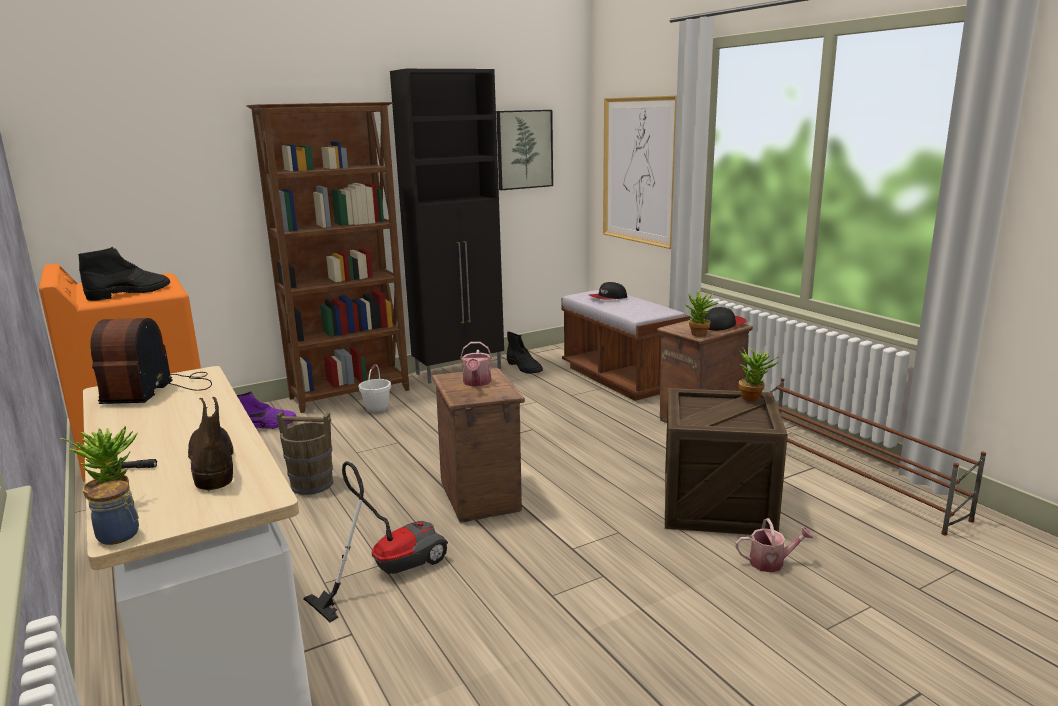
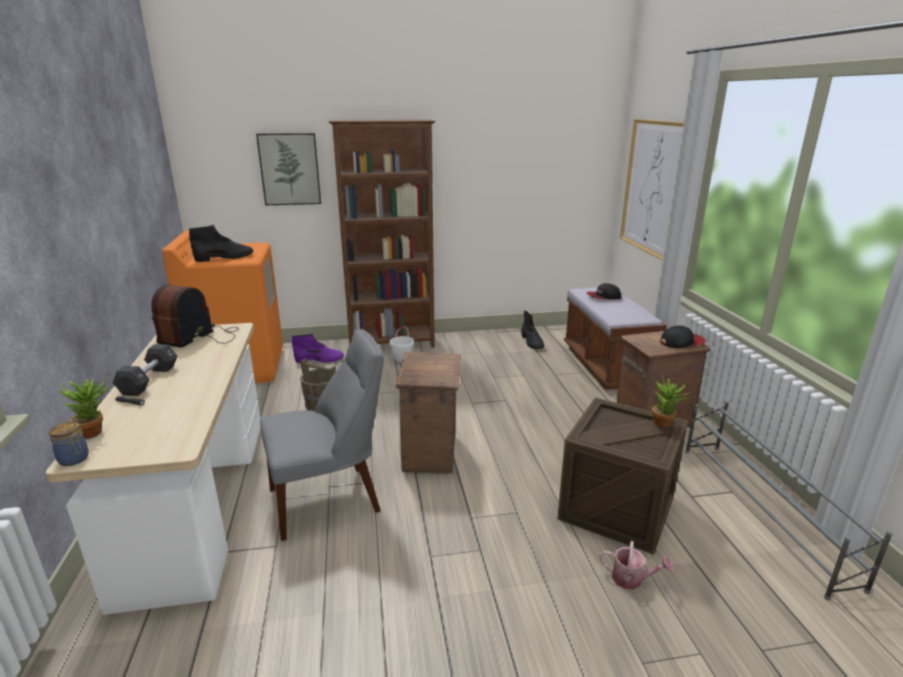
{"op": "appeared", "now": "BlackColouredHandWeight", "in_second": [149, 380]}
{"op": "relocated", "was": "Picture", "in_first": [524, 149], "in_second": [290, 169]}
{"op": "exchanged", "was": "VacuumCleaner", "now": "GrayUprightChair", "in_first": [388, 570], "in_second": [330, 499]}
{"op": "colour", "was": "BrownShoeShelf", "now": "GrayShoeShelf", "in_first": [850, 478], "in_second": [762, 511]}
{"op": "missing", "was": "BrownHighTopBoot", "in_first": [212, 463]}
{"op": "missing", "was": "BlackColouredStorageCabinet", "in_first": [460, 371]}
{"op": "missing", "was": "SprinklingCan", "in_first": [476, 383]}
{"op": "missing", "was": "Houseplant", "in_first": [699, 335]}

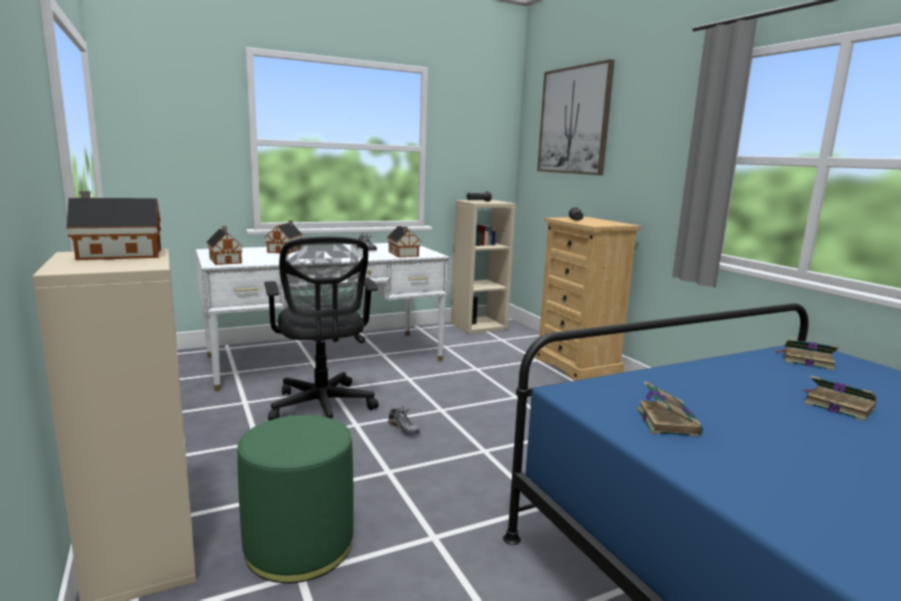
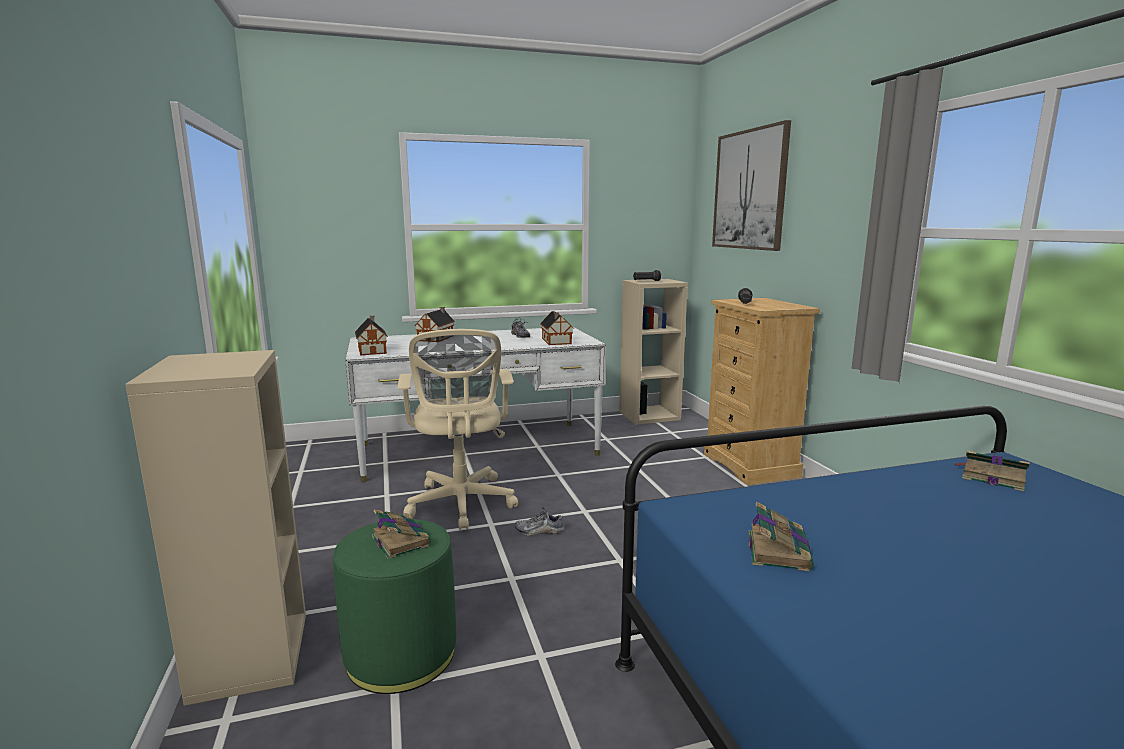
{"op": "relocated", "was": "Book", "in_first": [837, 405], "in_second": [400, 540]}
{"op": "colour", "was": "BlackColouredComputerChair", "now": "BeigeColouredComputerChair", "in_first": [322, 408], "in_second": [461, 505]}
{"op": "spun", "was": "LowShoe", "in_first": [403, 428], "in_second": [539, 531], "clockwise": 120}
{"op": "missing", "was": "ModelHouse", "in_first": [116, 254]}

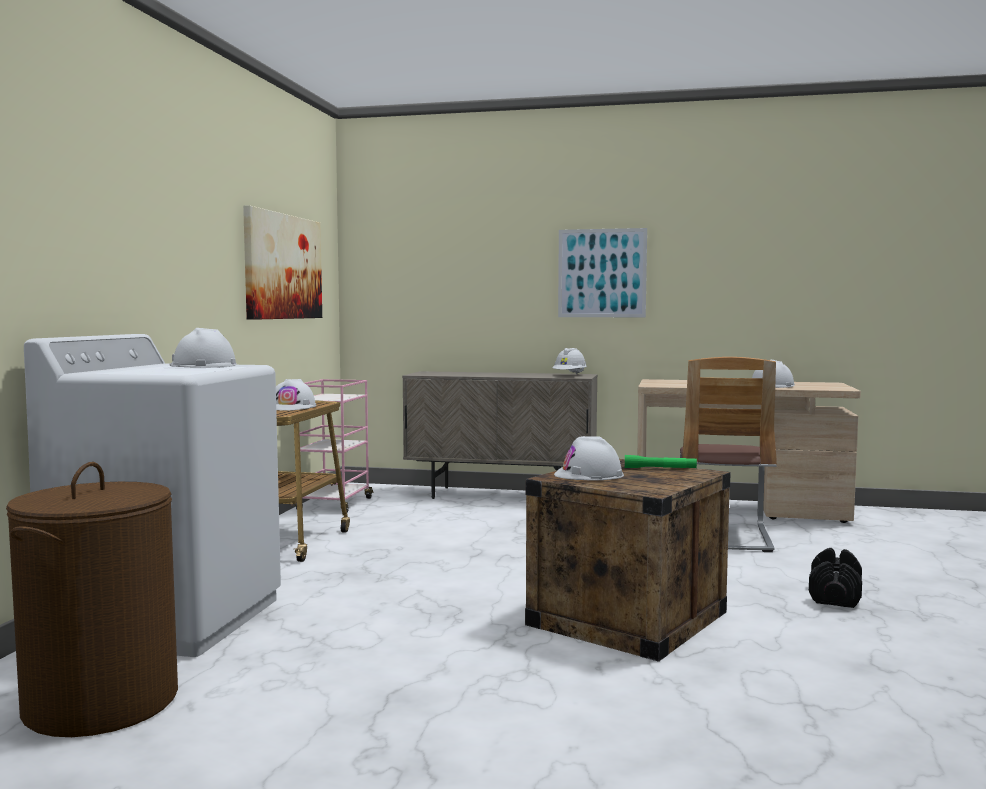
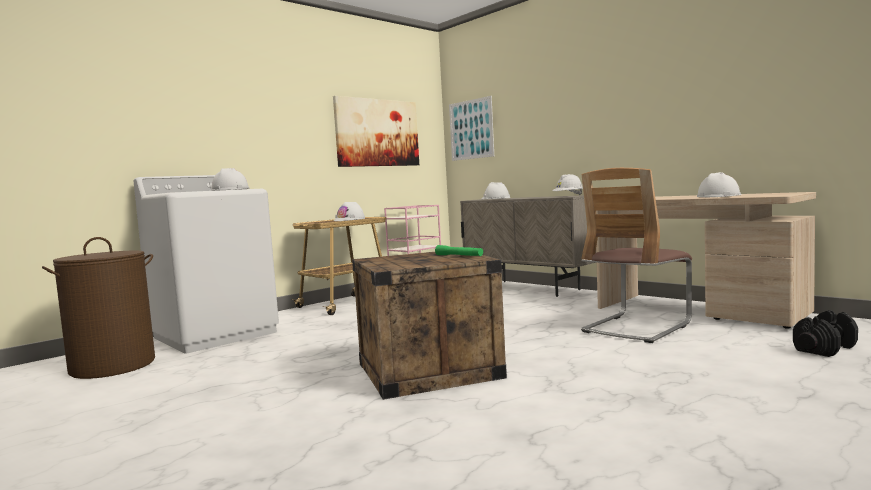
{"op": "relocated", "was": "Picture", "in_first": [602, 273], "in_second": [471, 129]}
{"op": "relocated", "was": "WhitishHardHat", "in_first": [589, 475], "in_second": [495, 198]}
{"op": "relocated", "was": "BlackColouredHandWeight", "in_first": [834, 595], "in_second": [824, 348]}

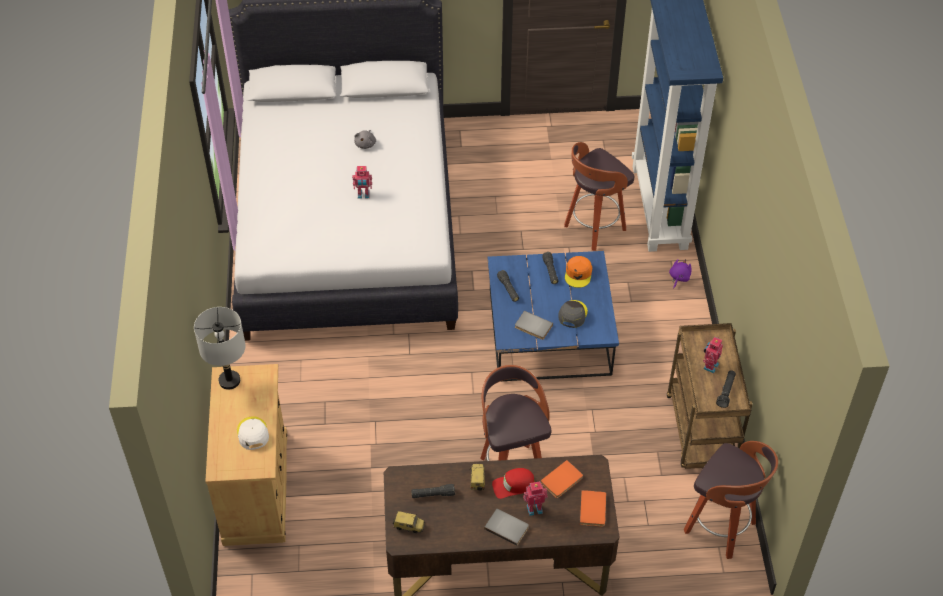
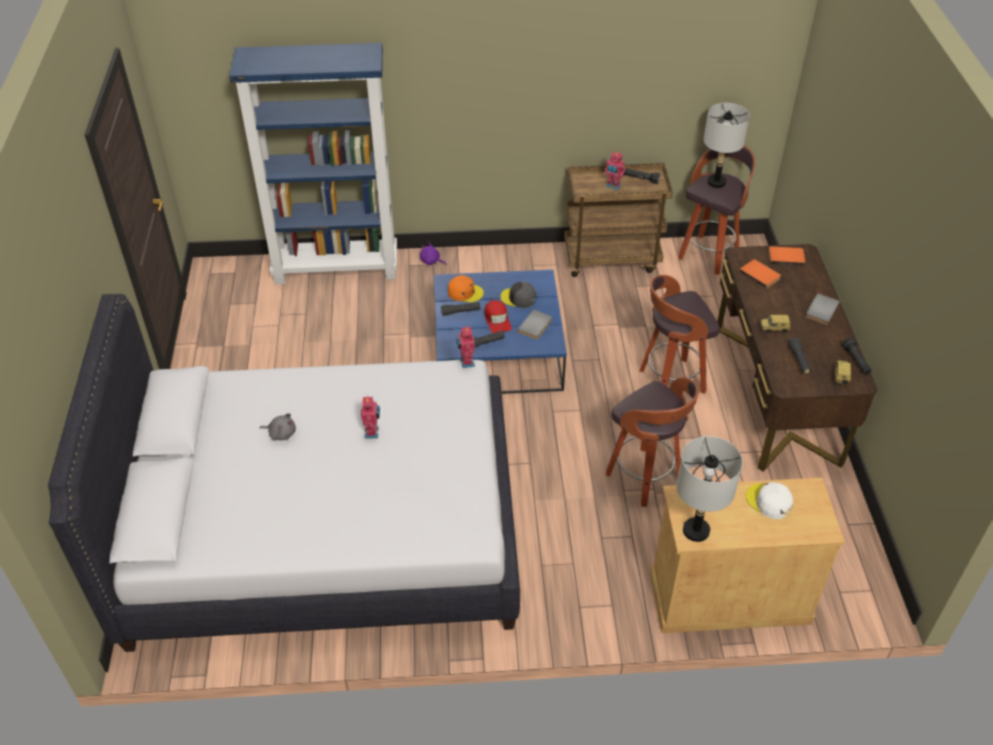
{"op": "relocated", "was": "ToyRobot", "in_first": [534, 508], "in_second": [466, 362]}
{"op": "relocated", "was": "RedCap", "in_first": [513, 485], "in_second": [497, 319]}
{"op": "relocated", "was": "SittingStool", "in_first": [593, 229], "in_second": [645, 478]}
{"op": "appeared", "now": "GrayTabletopLamp", "in_second": [716, 182]}
{"op": "spun", "was": "WhitishCap", "in_first": [252, 434], "in_second": [769, 502], "clockwise": 60}
{"op": "appeared", "now": "BlackColouredTorch", "in_second": [856, 361]}

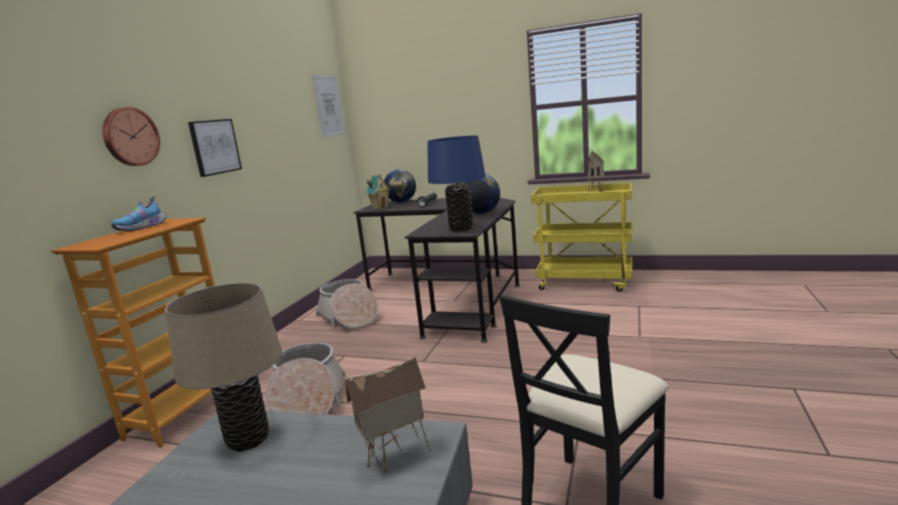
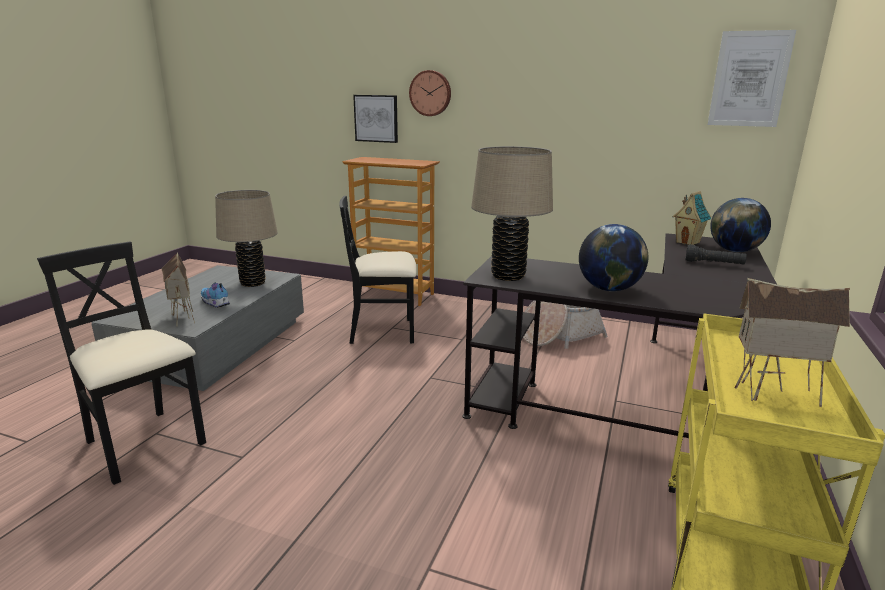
{"op": "relocated", "was": "LowShoe", "in_first": [142, 228], "in_second": [215, 303]}
{"op": "exchanged", "was": "StorageBasket", "now": "BlackColouredUprightChair", "in_first": [308, 401], "in_second": [383, 331]}
{"op": "relocated", "was": "Picture", "in_first": [214, 147], "in_second": [376, 118]}
{"op": "colour", "was": "BlueColouredTabletopLamp", "now": "BeigeColouredTabletopLamp", "in_first": [461, 228], "in_second": [508, 276]}

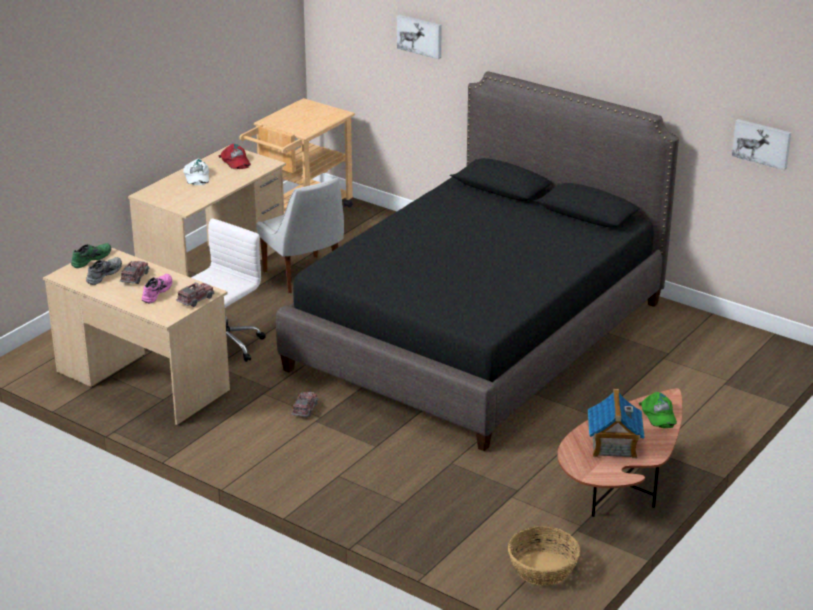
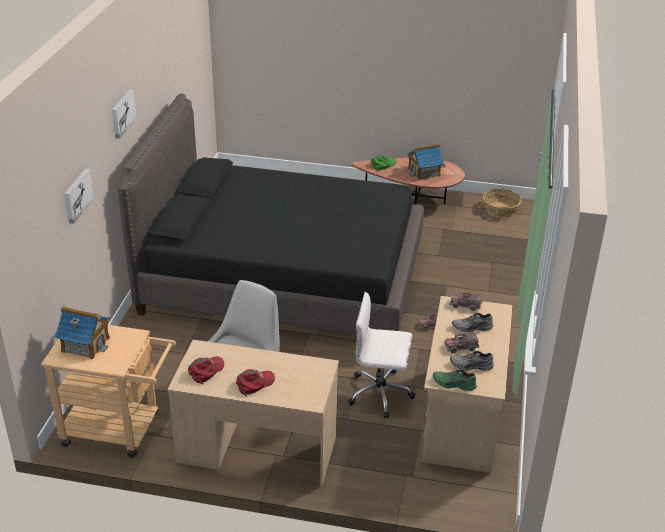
{"op": "appeared", "now": "ModelHouse", "in_second": [85, 344]}
{"op": "relocated", "was": "Picture", "in_first": [762, 143], "in_second": [122, 113]}
{"op": "colour", "was": "WhitishCap", "now": "RedCap", "in_first": [196, 177], "in_second": [255, 383]}
{"op": "colour", "was": "PinkColouredLowShoe", "now": "GrayLowShoe", "in_first": [156, 292], "in_second": [472, 328]}

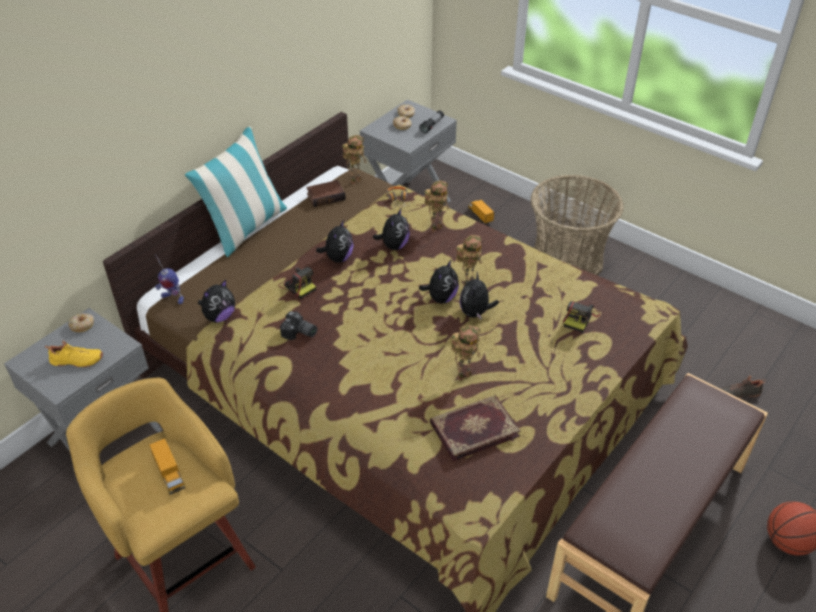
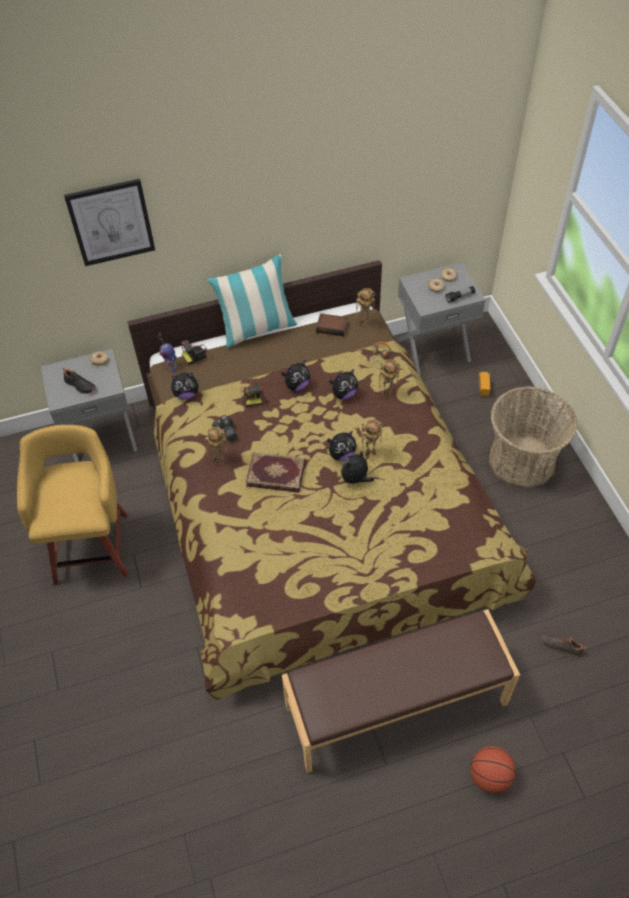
{"op": "colour", "was": "YellowLowShoe", "now": "BlackColouredLowShoe", "in_first": [77, 361], "in_second": [79, 386]}
{"op": "appeared", "now": "Picture", "in_second": [111, 222]}
{"op": "relocated", "was": "StillCamera", "in_first": [579, 318], "in_second": [198, 355]}
{"op": "relocated", "was": "ToyRobot", "in_first": [464, 375], "in_second": [219, 459]}
{"op": "relocated", "was": "Book", "in_first": [473, 428], "in_second": [276, 472]}
{"op": "missing", "was": "ToyTruck", "in_first": [169, 474]}

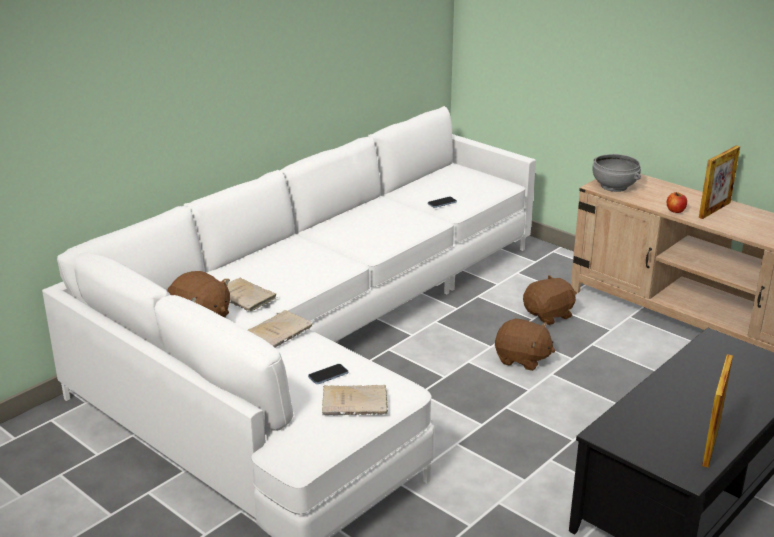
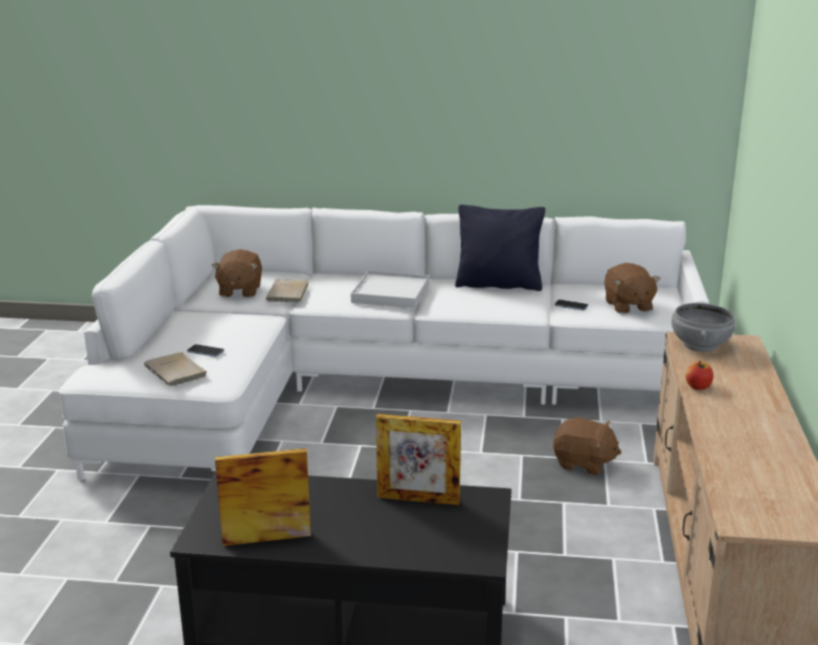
{"op": "appeared", "now": "WhitishServingTray", "in_second": [391, 293]}
{"op": "relocated", "was": "StandingFrame", "in_first": [714, 210], "in_second": [418, 499]}
{"op": "appeared", "now": "BlackColouredThrowPillow", "in_second": [498, 285]}
{"op": "relocated", "was": "BrownPlushToy", "in_first": [522, 359], "in_second": [628, 306]}
{"op": "missing", "was": "BeigeColouredBook", "in_first": [280, 331]}

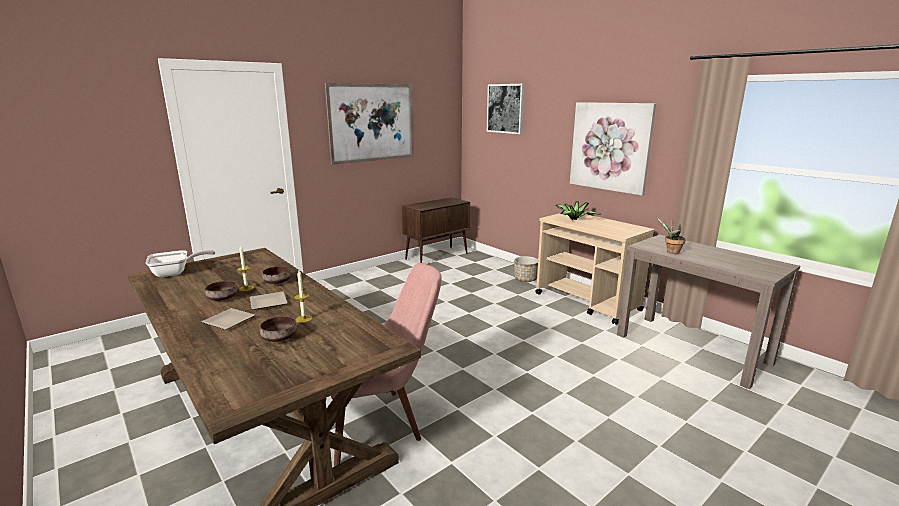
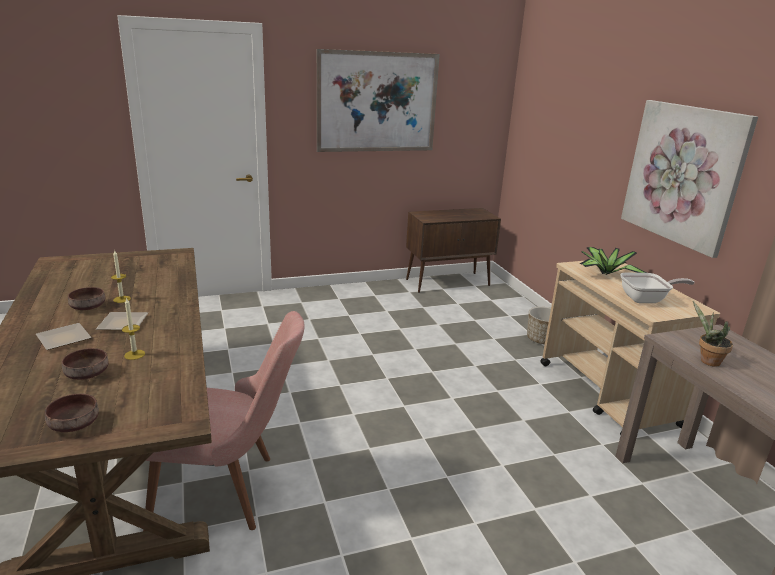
{"op": "relocated", "was": "BrownBowl", "in_first": [278, 282], "in_second": [76, 423]}
{"op": "relocated", "was": "Pan", "in_first": [175, 273], "in_second": [647, 299]}
{"op": "missing", "was": "Picture", "in_first": [505, 108]}

